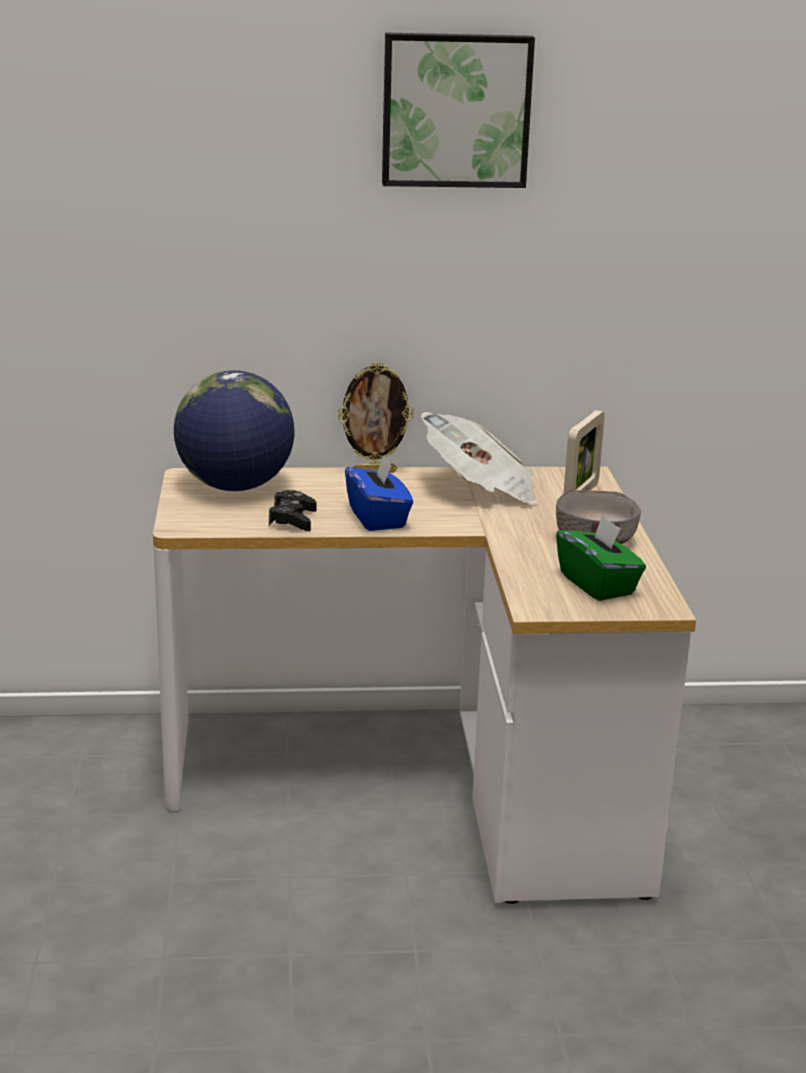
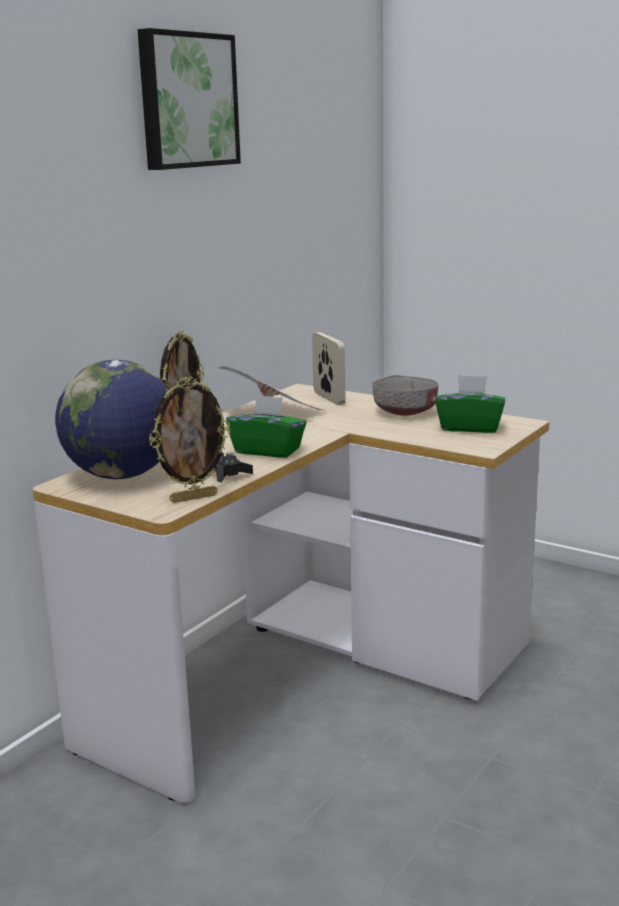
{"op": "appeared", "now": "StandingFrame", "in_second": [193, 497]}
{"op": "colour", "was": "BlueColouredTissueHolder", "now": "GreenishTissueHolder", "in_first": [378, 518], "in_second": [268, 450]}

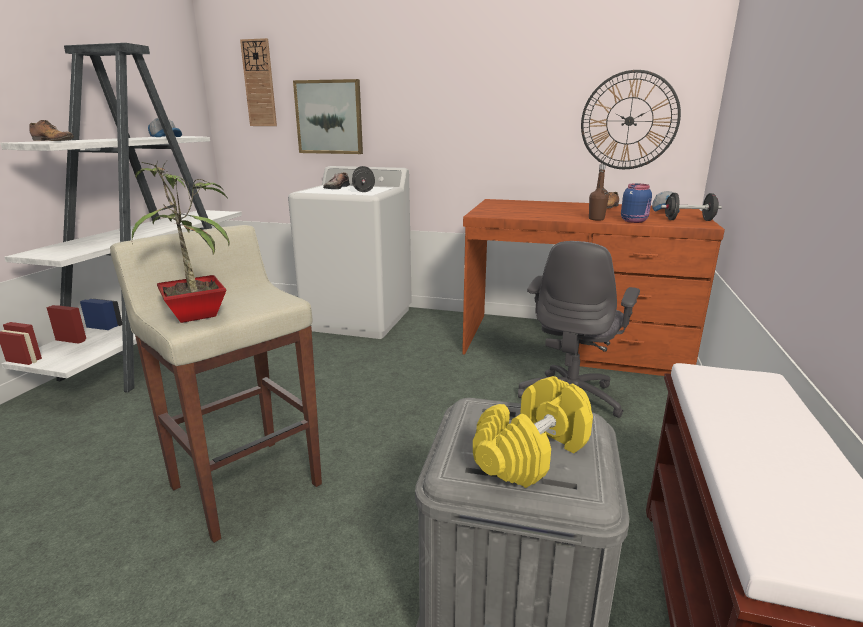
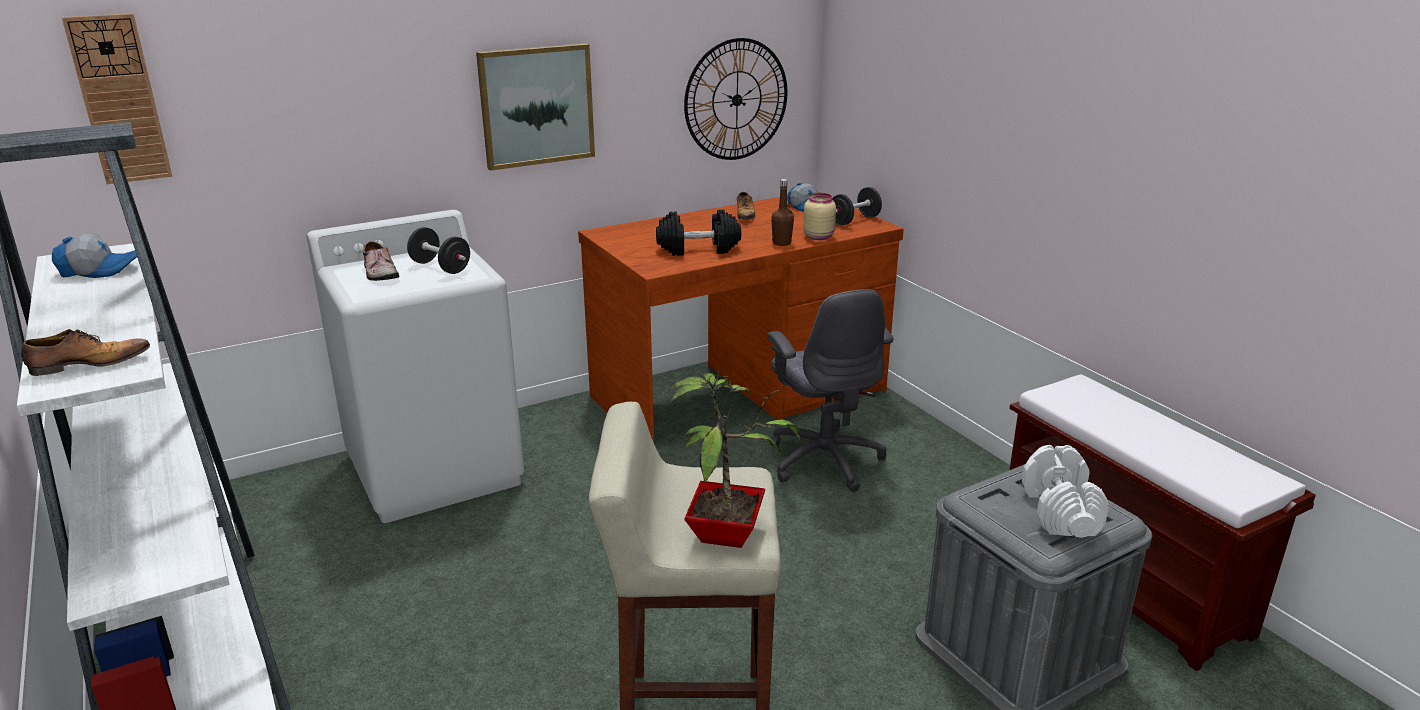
{"op": "relocated", "was": "Picture", "in_first": [329, 117], "in_second": [536, 105]}
{"op": "appeared", "now": "BlackColouredHandWeight", "in_second": [698, 249]}
{"op": "colour", "was": "BlueColouredStorageJar", "now": "BeigeColouredStorageJar", "in_first": [634, 221], "in_second": [819, 236]}
{"op": "colour", "was": "YellowHandWeight", "now": "WhitishHandWeight", "in_first": [532, 452], "in_second": [1059, 511]}

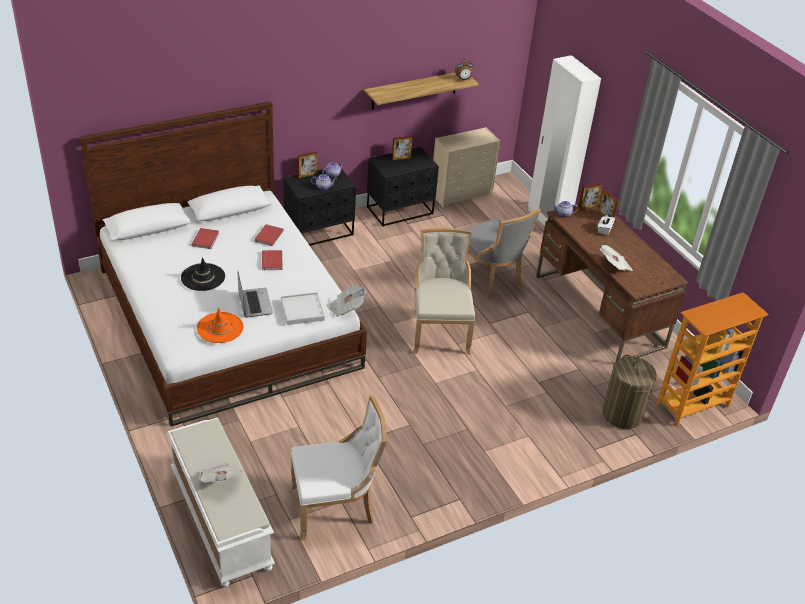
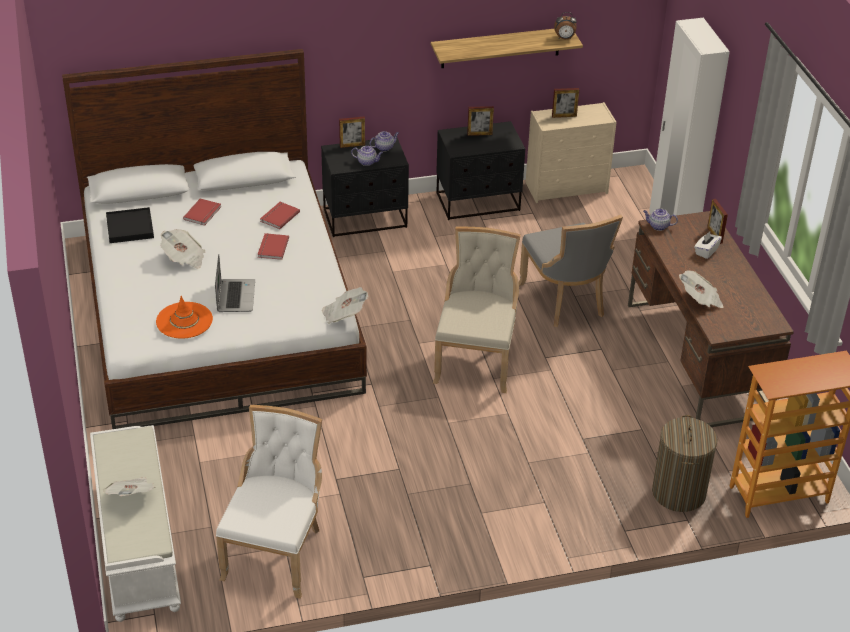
{"op": "appeared", "now": "BlackColouredServingTray", "in_second": [130, 228]}
{"op": "exchanged", "was": "BlackColouredHat", "now": "DailyPaper", "in_first": [203, 277], "in_second": [184, 258]}
{"op": "spun", "was": "WhitishUprightChair", "in_first": [336, 507], "in_second": [276, 552], "clockwise": -75}
{"op": "relocated", "was": "StandingFrame", "in_first": [588, 207], "in_second": [564, 116]}
{"op": "missing", "was": "WhitishServingTray", "in_first": [302, 310]}

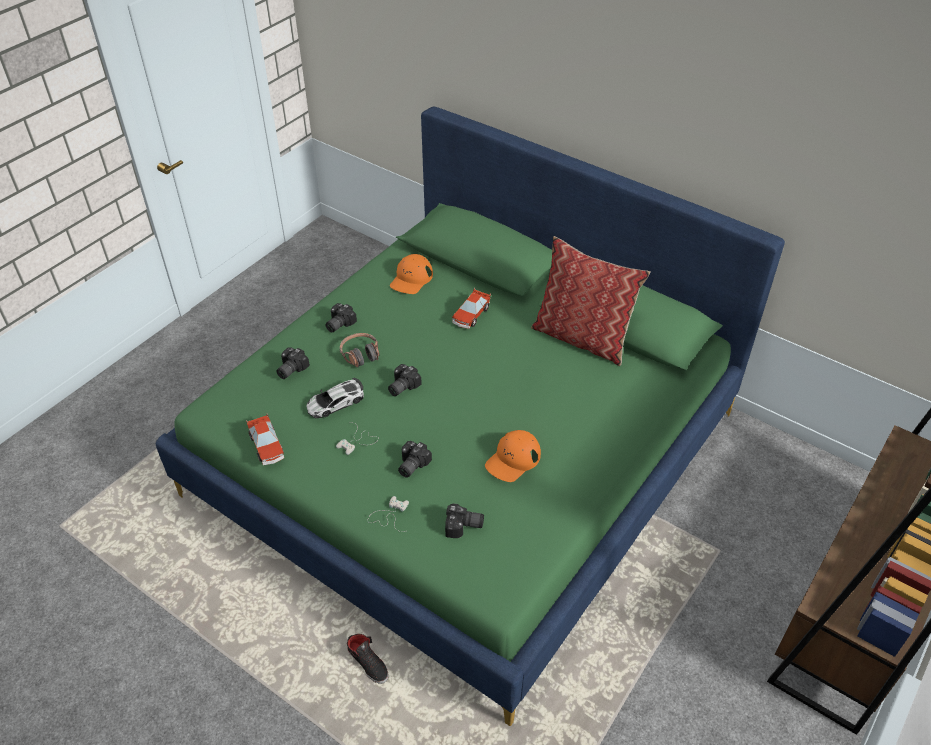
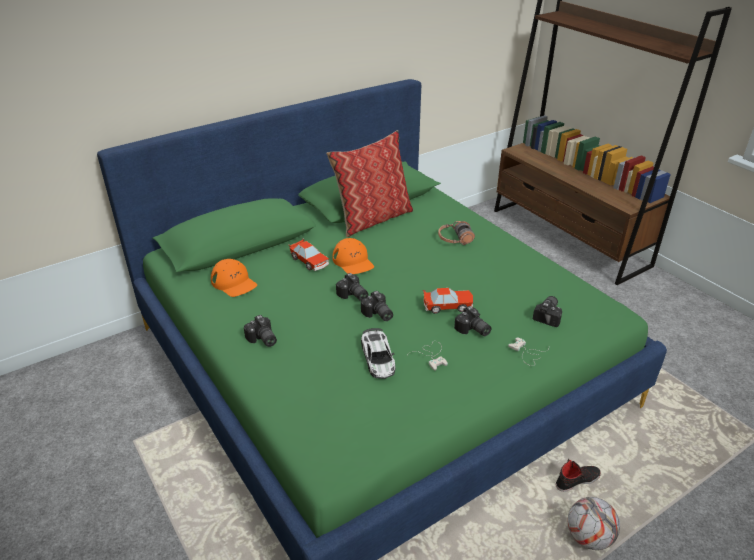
{"op": "relocated", "was": "OrangeCap", "in_first": [513, 459], "in_second": [353, 261]}
{"op": "relocated", "was": "StillCamera", "in_first": [290, 369], "in_second": [352, 296]}
{"op": "relocated", "was": "ModelCar", "in_first": [267, 446], "in_second": [448, 306]}
{"op": "relocated", "was": "PairOfHeadphones", "in_first": [360, 354], "in_second": [455, 239]}
{"op": "appeared", "now": "Football", "in_second": [588, 537]}

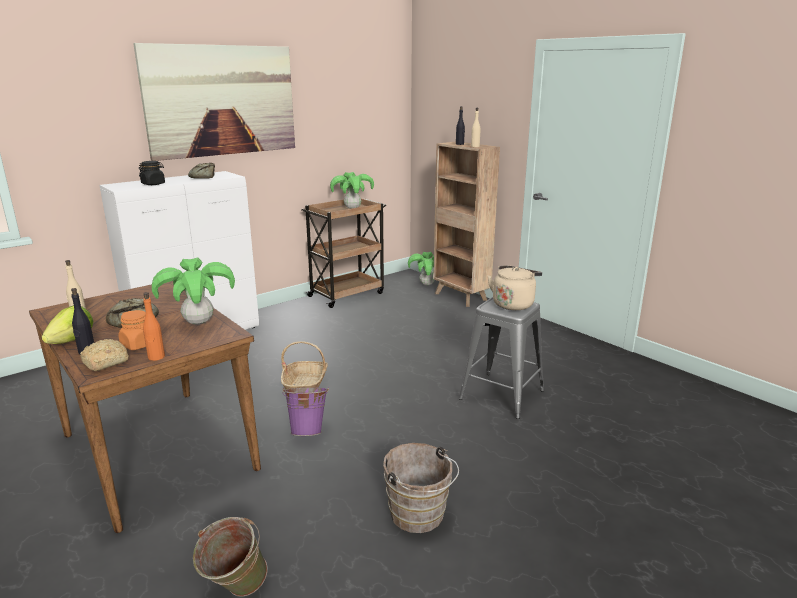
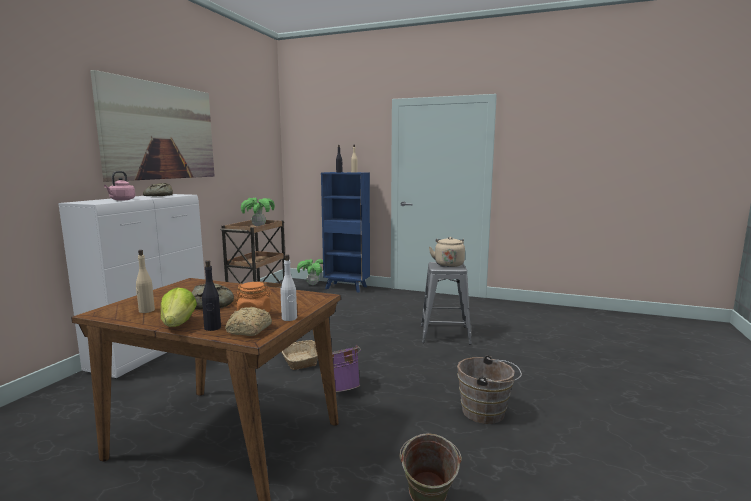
{"op": "exchanged", "was": "BlackColouredStorageJar", "now": "PinkColouredKettle", "in_first": [153, 184], "in_second": [121, 200]}
{"op": "colour", "was": "OrangeDrinkBottle", "now": "WhitishDrinkBottle", "in_first": [156, 357], "in_second": [289, 318]}
{"op": "colour", "was": "BrownBookcase", "now": "BlueColouredBookcase", "in_first": [461, 297], "in_second": [347, 288]}
{"op": "missing", "was": "Houseplant", "in_first": [198, 322]}

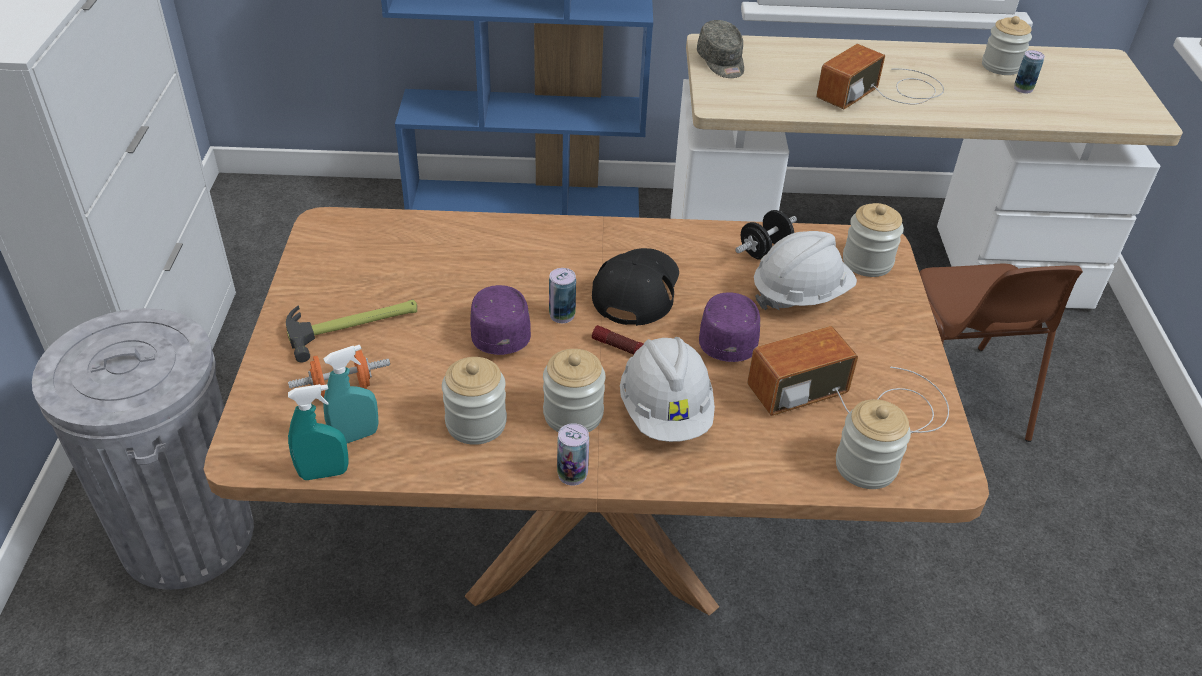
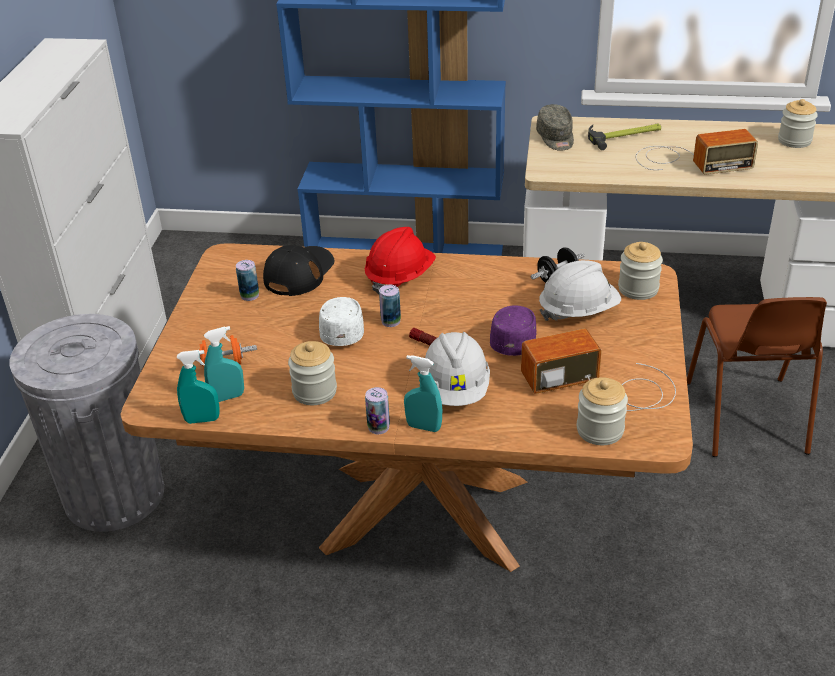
{"op": "relocated", "was": "MetalCan", "in_first": [1023, 88], "in_second": [249, 295]}
{"op": "relocated", "was": "BlackColouredCap", "in_first": [636, 288], "in_second": [299, 272]}
{"op": "colour", "was": "PurpleColouredCap", "now": "WhitishCap", "in_first": [500, 329], "in_second": [342, 330]}
{"op": "appeared", "now": "RedHardHat", "in_second": [400, 277]}
{"op": "appeared", "now": "TurquoiseSprayBottle", "in_second": [423, 427]}
{"op": "relocated", "was": "Hammer", "in_first": [354, 326], "in_second": [625, 136]}
{"op": "spun", "was": "RadioSet", "in_first": [885, 91], "in_second": [688, 160], "clockwise": -150}
{"op": "missing", "was": "StorageJar", "in_first": [573, 414]}

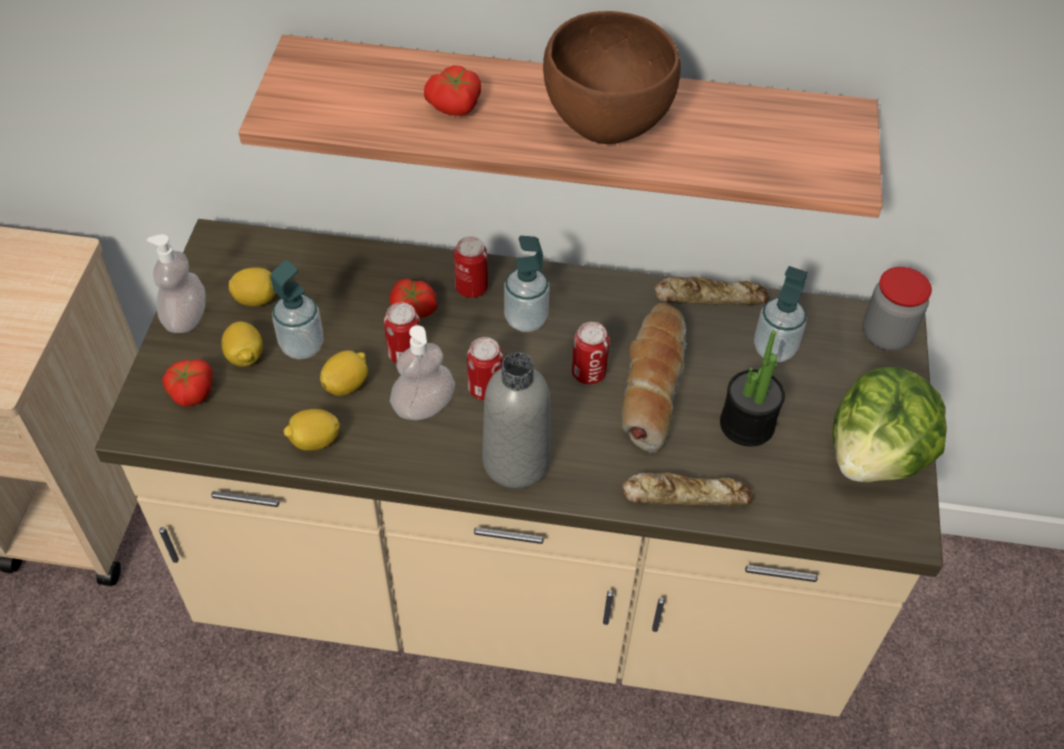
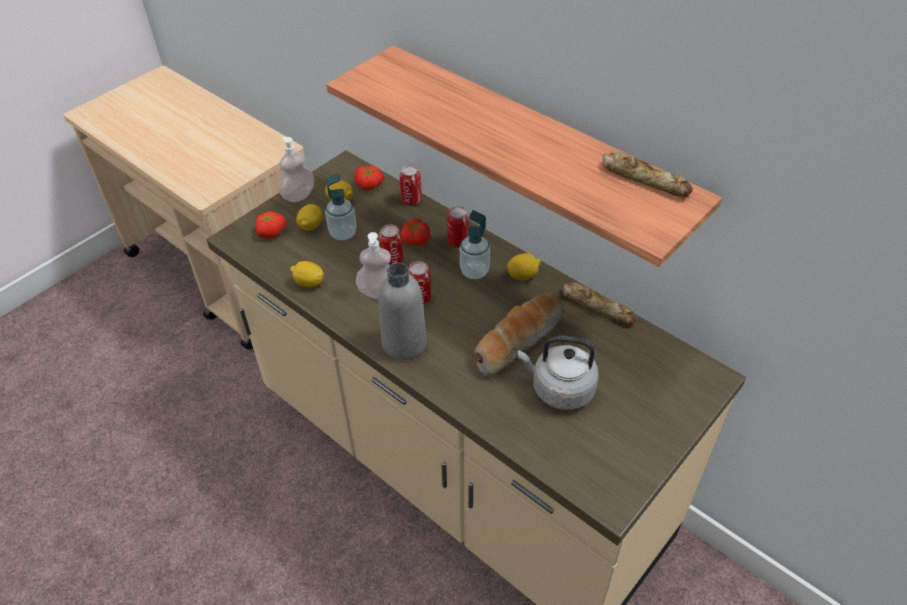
{"op": "relocated", "was": "FreshTomato", "in_first": [455, 107], "in_second": [369, 186]}
{"op": "relocated", "was": "MetalCan", "in_first": [588, 373], "in_second": [411, 200]}
{"op": "relocated", "was": "WholeLemon", "in_first": [346, 384], "in_second": [523, 275]}
{"op": "exchanged", "was": "Houseplant", "now": "GrayKettle", "in_first": [747, 424], "in_second": [559, 389]}
{"op": "relocated", "was": "BakeryBread", "in_first": [685, 494], "in_second": [645, 179]}
{"op": "missing", "was": "BrownBowl", "in_first": [607, 124]}
{"op": "missing", "was": "SoapBottle", "in_first": [774, 349]}
{"op": "missing", "was": "Lettuce", "in_first": [876, 456]}
{"op": "missing", "was": "StorageJar", "in_first": [886, 335]}

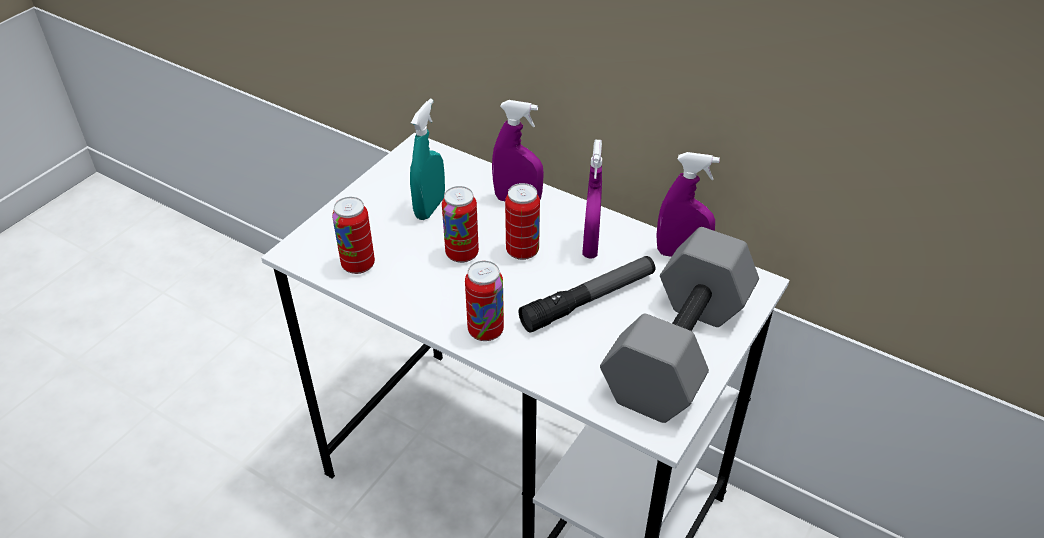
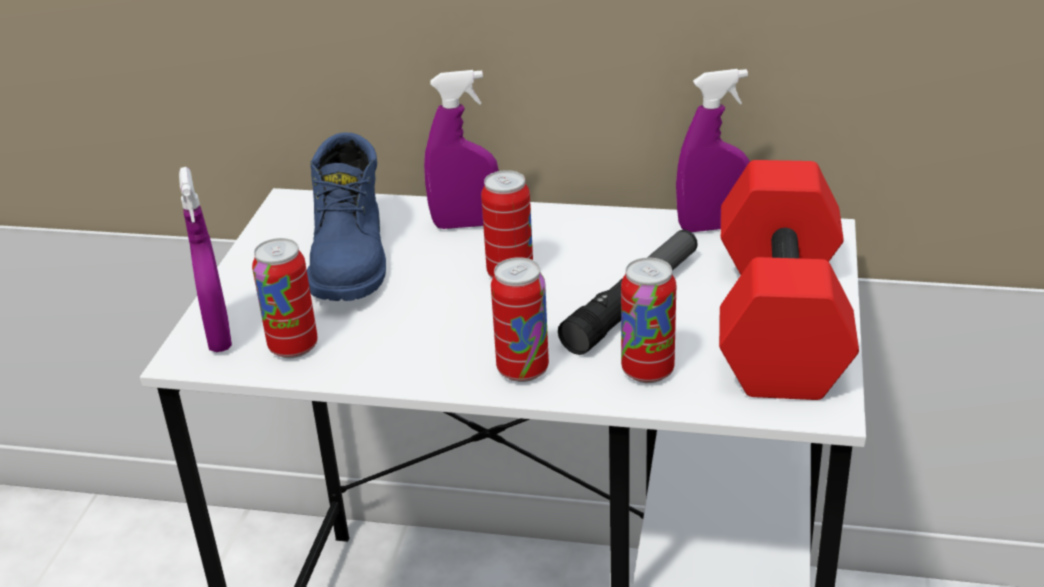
{"op": "relocated", "was": "PurpleColouredSprayBottle", "in_first": [590, 245], "in_second": [219, 336]}
{"op": "exchanged", "was": "TurquoiseSprayBottle", "now": "BlueColouredHighTopBoot", "in_first": [430, 208], "in_second": [352, 260]}
{"op": "relocated", "was": "MetalCan", "in_first": [462, 254], "in_second": [647, 371]}
{"op": "colour", "was": "GrayHandWeight", "now": "RedHandWeight", "in_first": [676, 347], "in_second": [775, 319]}

